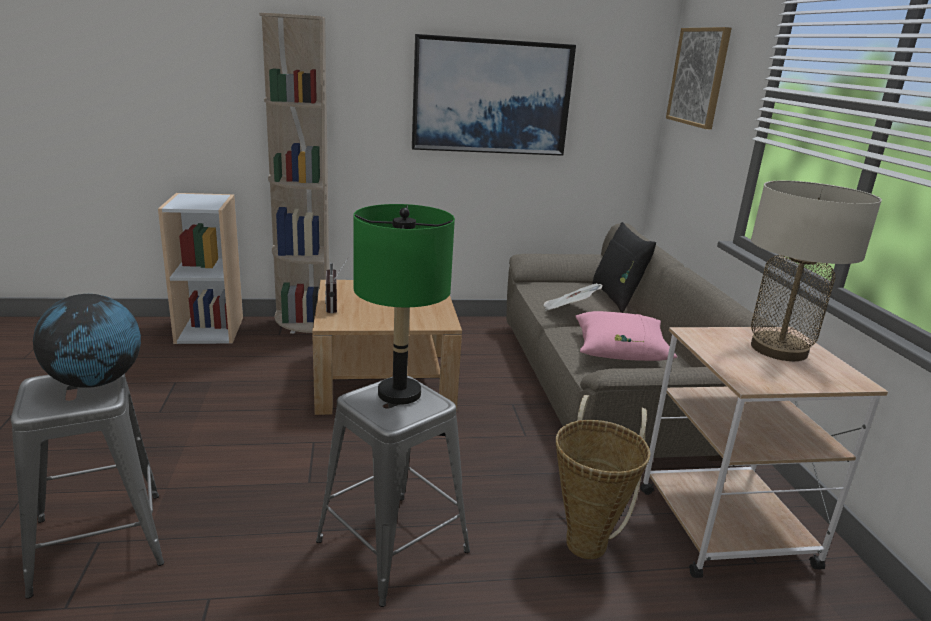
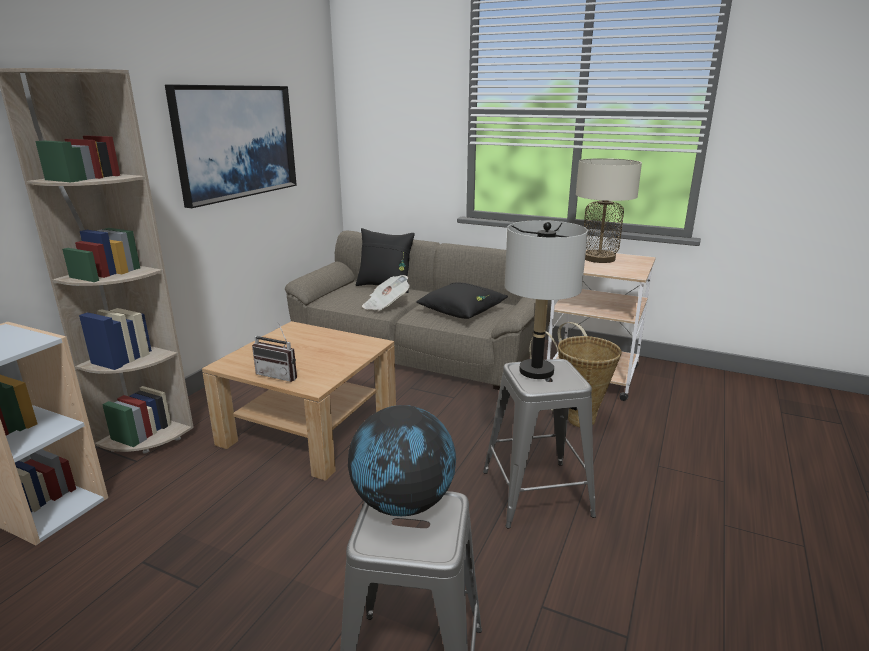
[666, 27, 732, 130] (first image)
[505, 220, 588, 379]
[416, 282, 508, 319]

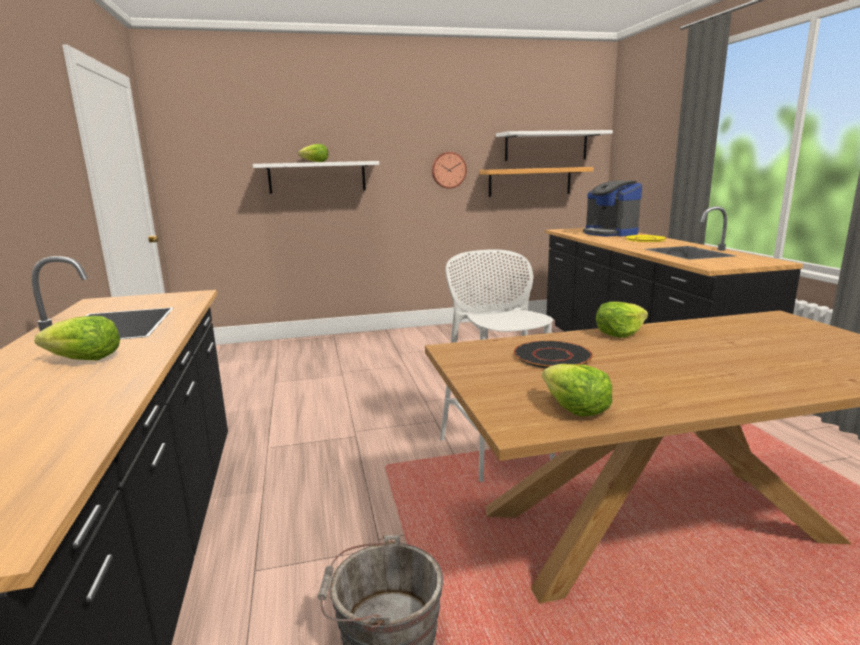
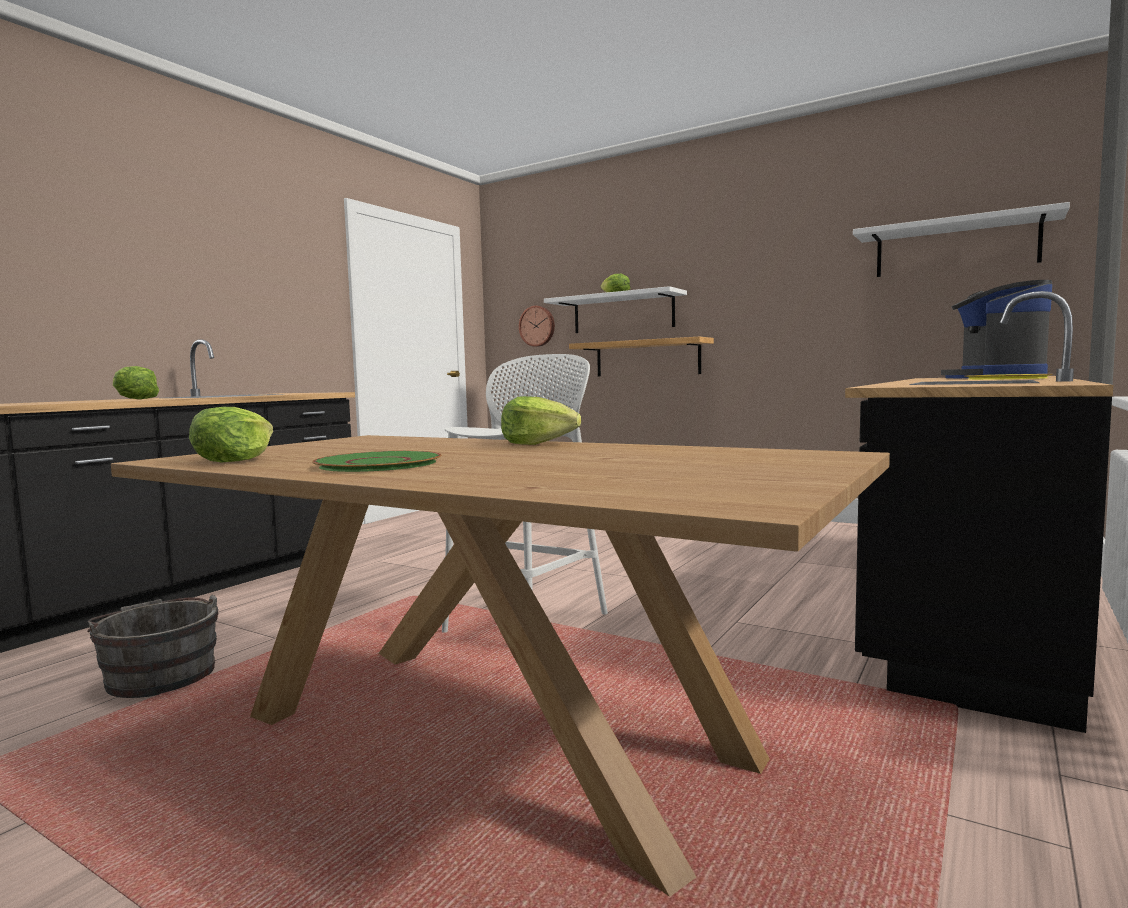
[514, 341, 593, 368] (first image)
[312, 451, 441, 472]
[519, 306, 555, 347]
[569, 337, 714, 377]

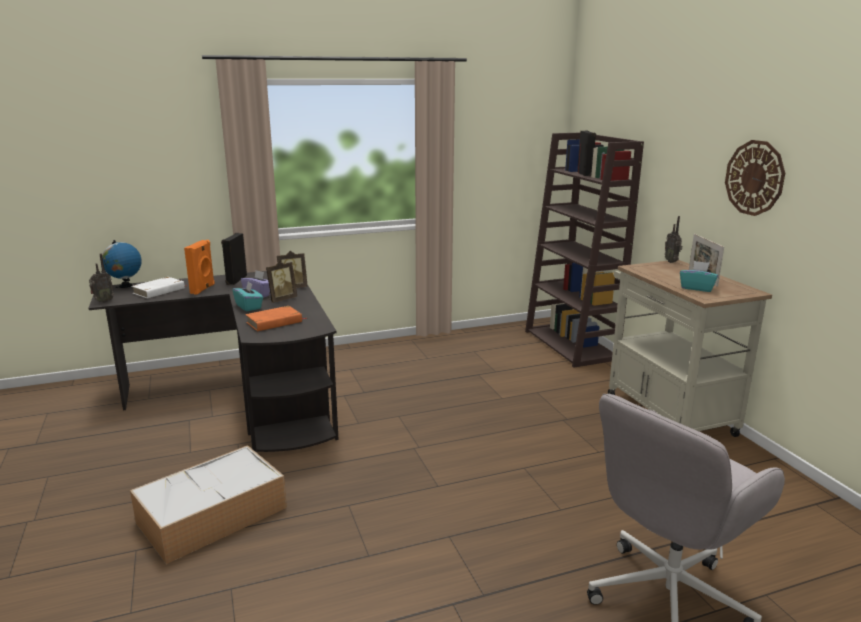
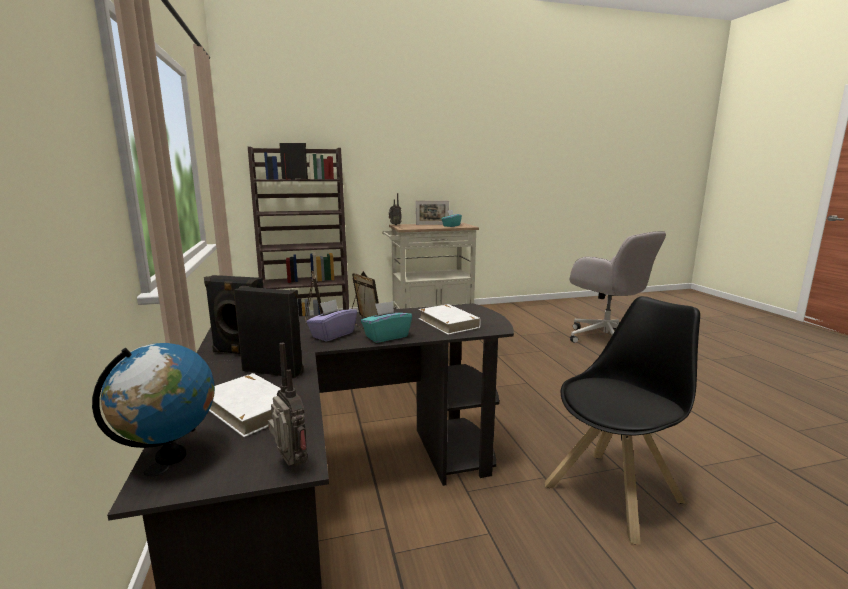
[725, 140, 785, 216] (first image)
[544, 296, 700, 545]
[234, 286, 304, 378]
[419, 304, 481, 335]

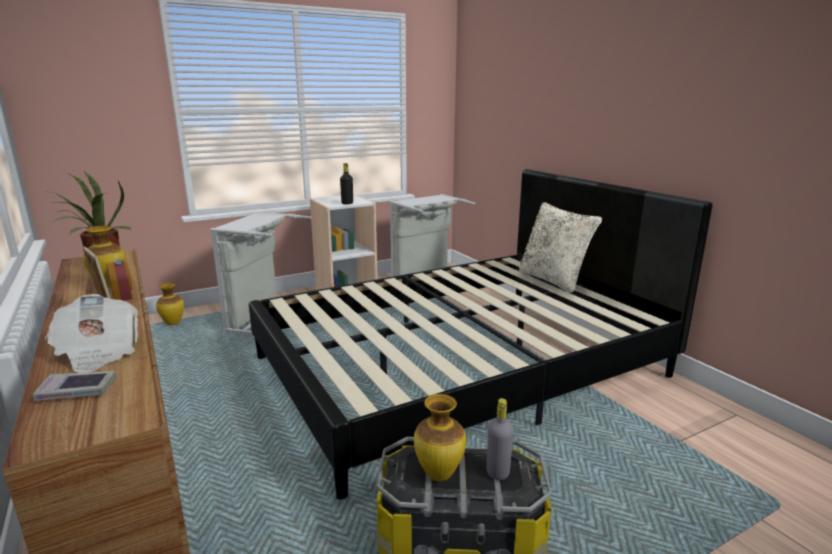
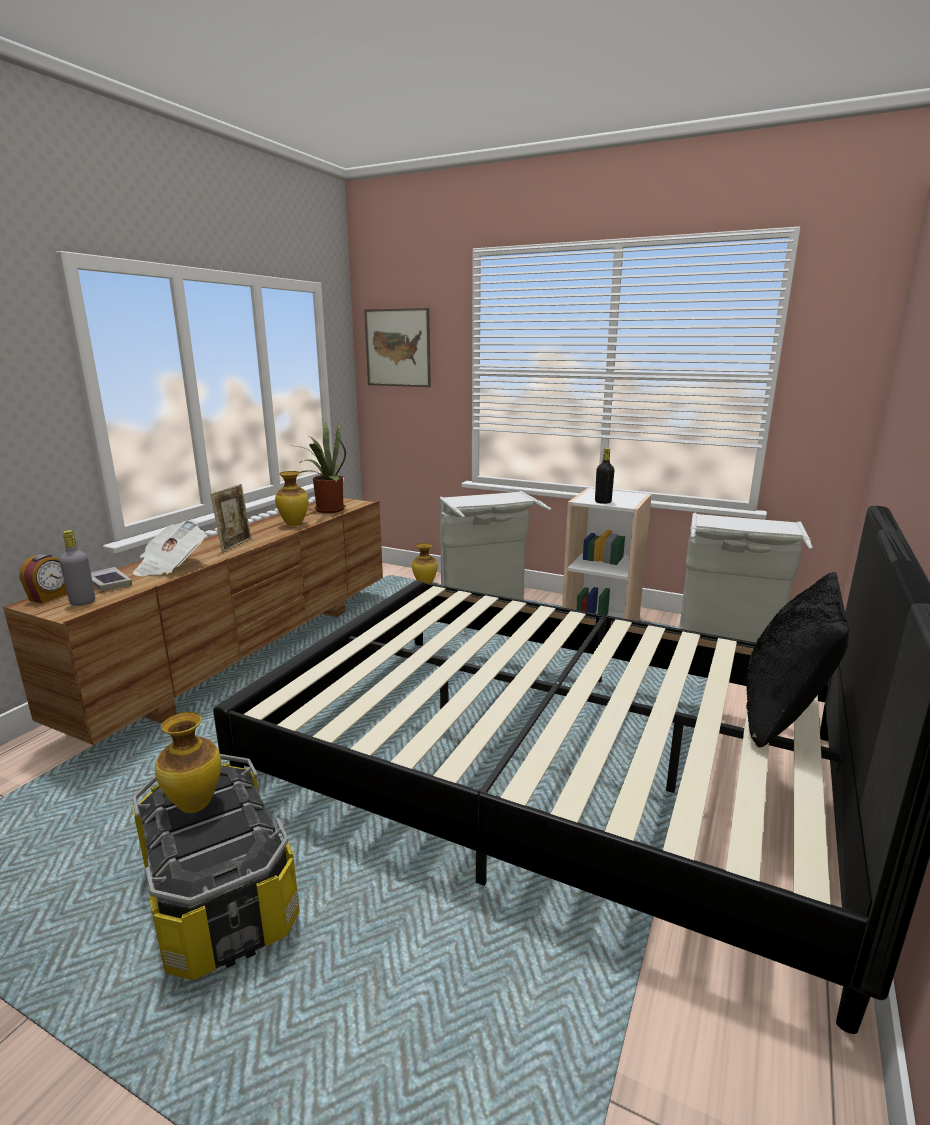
[364, 308, 431, 387]
[19, 554, 67, 603]
[60, 530, 95, 606]
[746, 572, 849, 748]

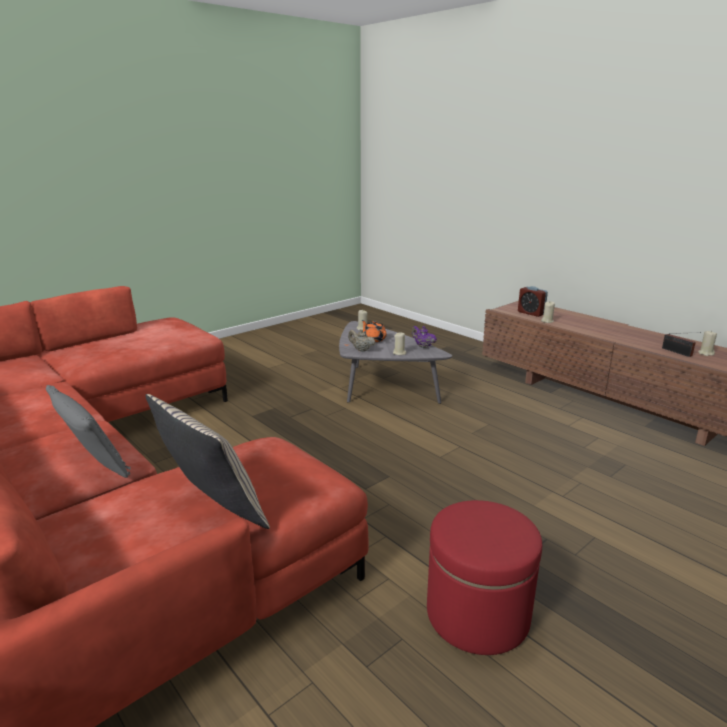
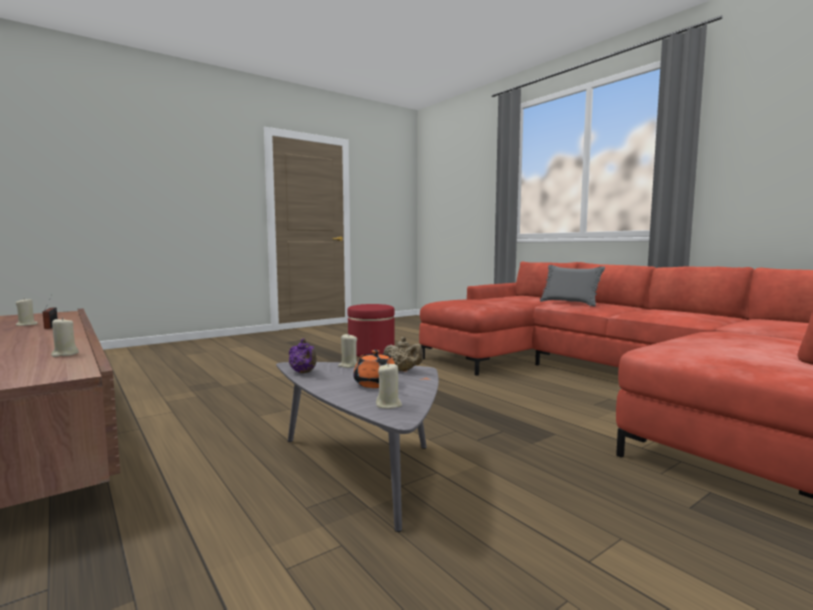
[145, 394, 270, 529] (first image)
[518, 286, 548, 317] (first image)

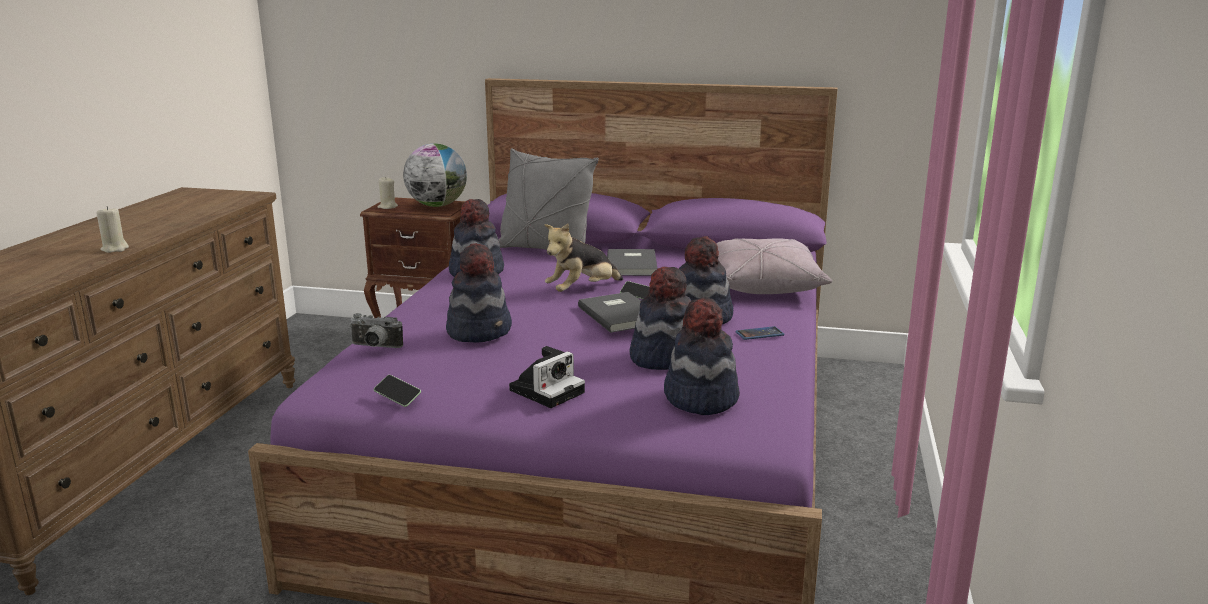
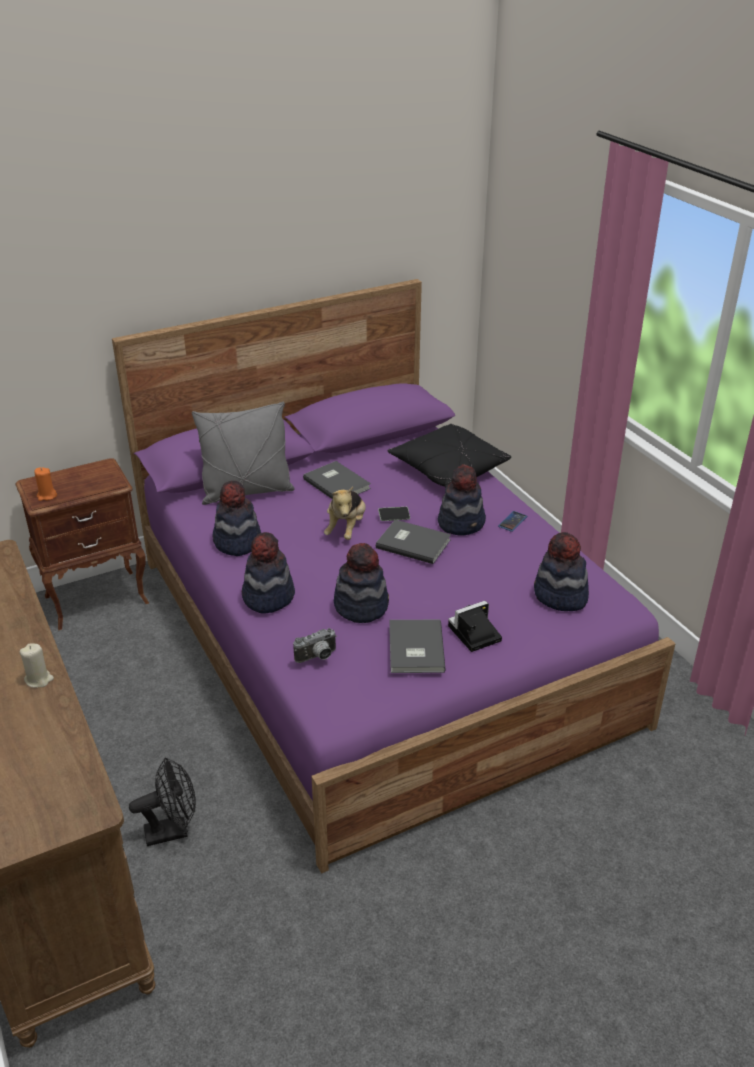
[374, 375, 421, 407] (first image)
[403, 144, 467, 207] (first image)
[129, 758, 196, 846]
[389, 620, 446, 673]
[242, 532, 295, 614]
[34, 467, 57, 501]
[388, 424, 511, 488]
[448, 601, 502, 652]

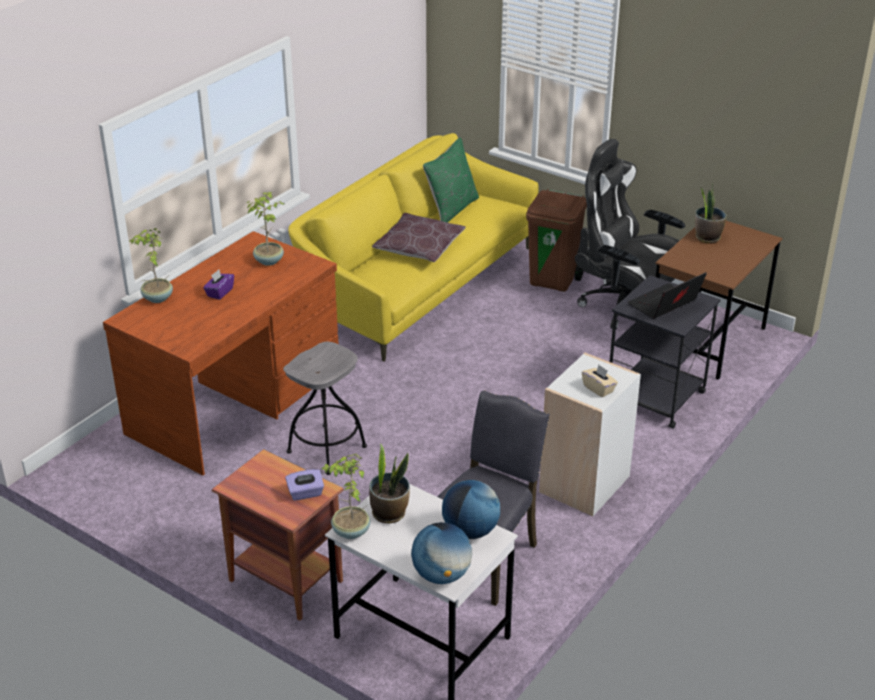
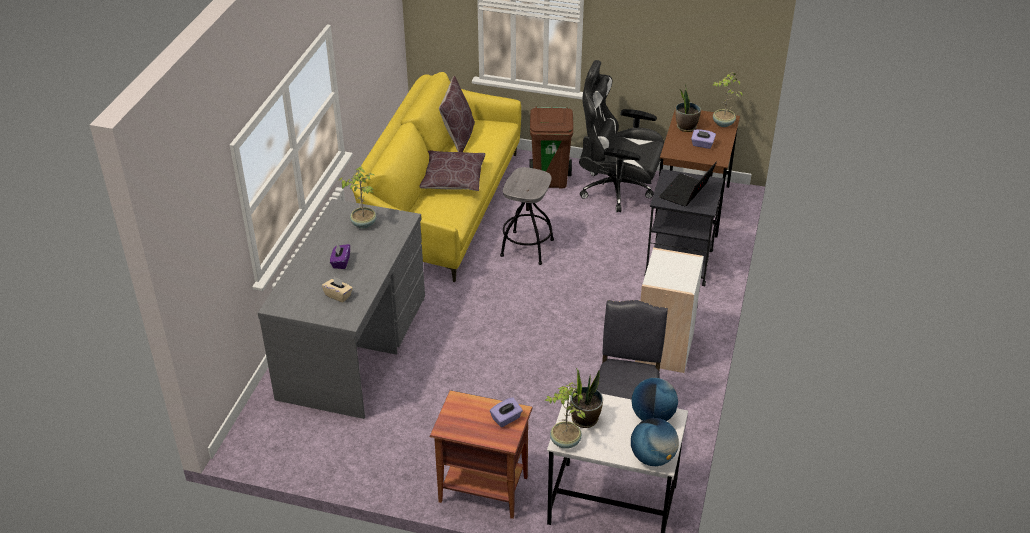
[691, 129, 716, 149]
[713, 72, 742, 127]
[500, 167, 554, 265]
[322, 277, 353, 303]
[258, 199, 425, 419]
[439, 76, 475, 152]

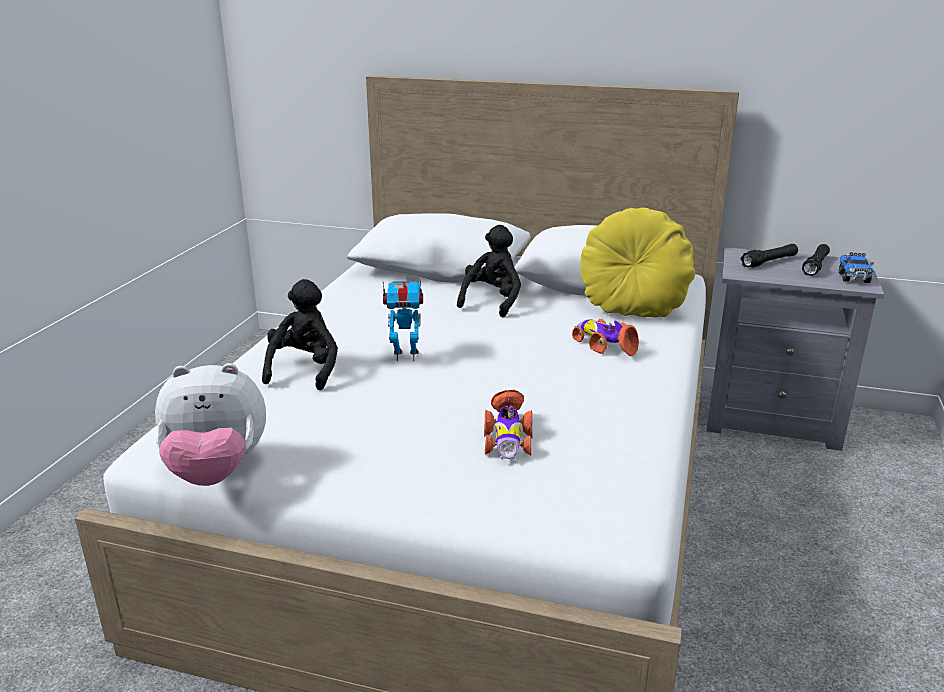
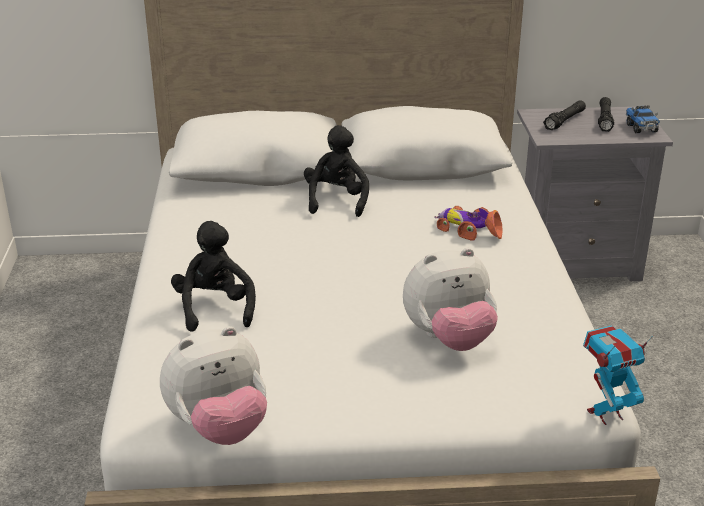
[581, 208, 695, 317] (first image)
[583, 325, 653, 425]
[403, 248, 498, 351]

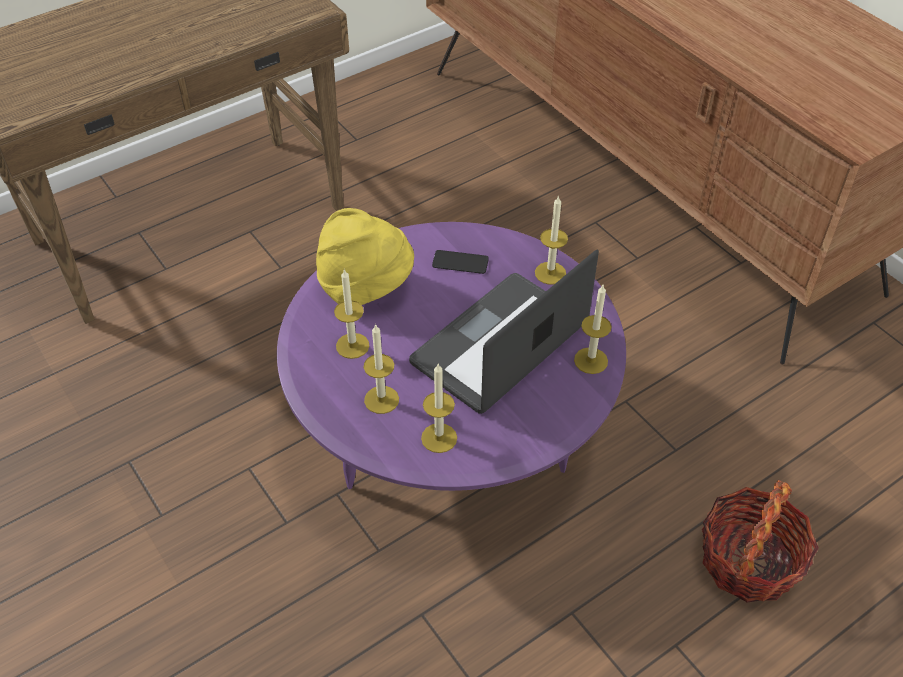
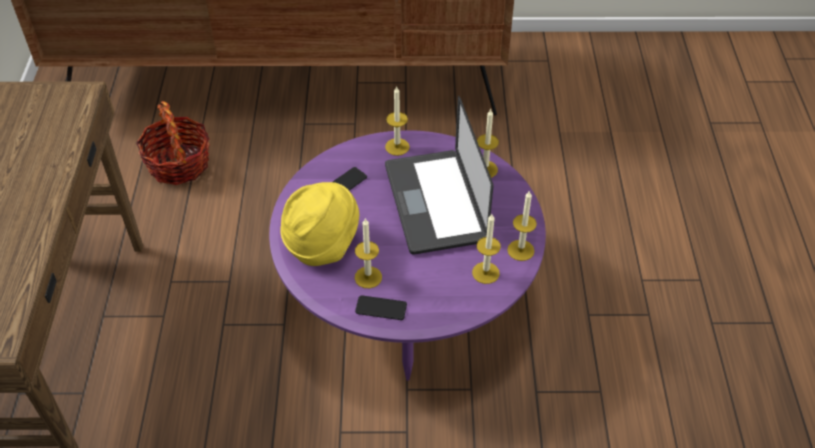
[355, 295, 407, 320]
[507, 190, 537, 261]
[136, 101, 210, 185]

